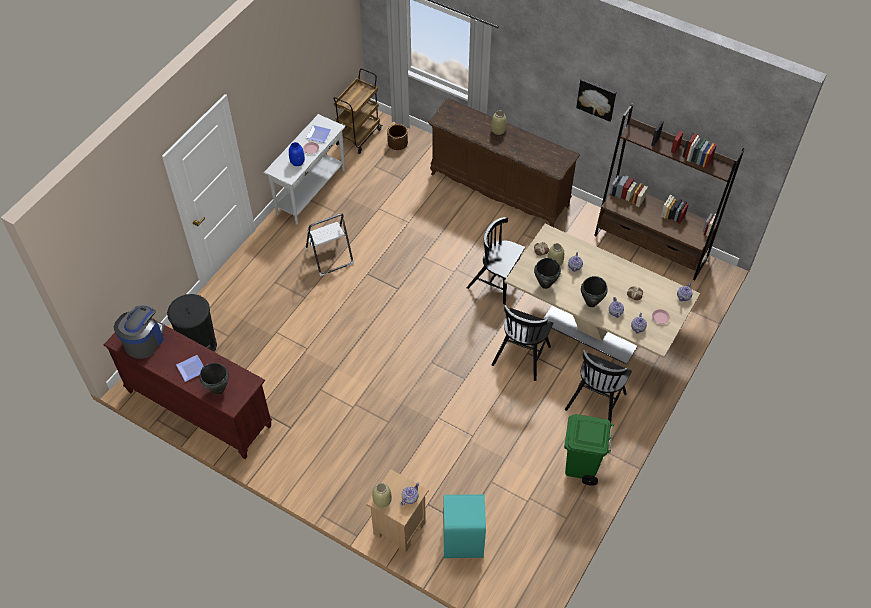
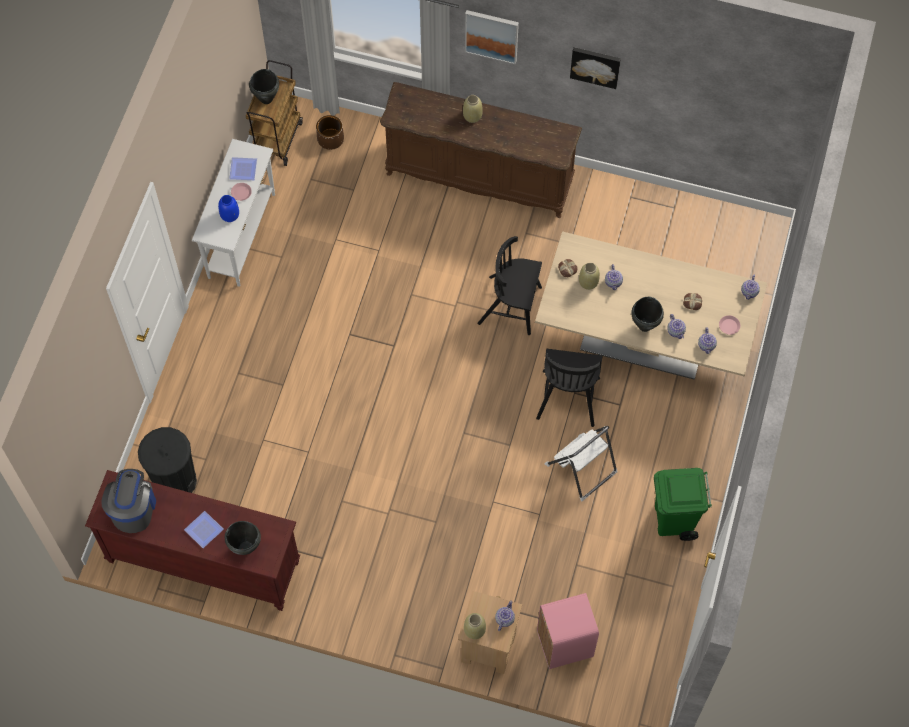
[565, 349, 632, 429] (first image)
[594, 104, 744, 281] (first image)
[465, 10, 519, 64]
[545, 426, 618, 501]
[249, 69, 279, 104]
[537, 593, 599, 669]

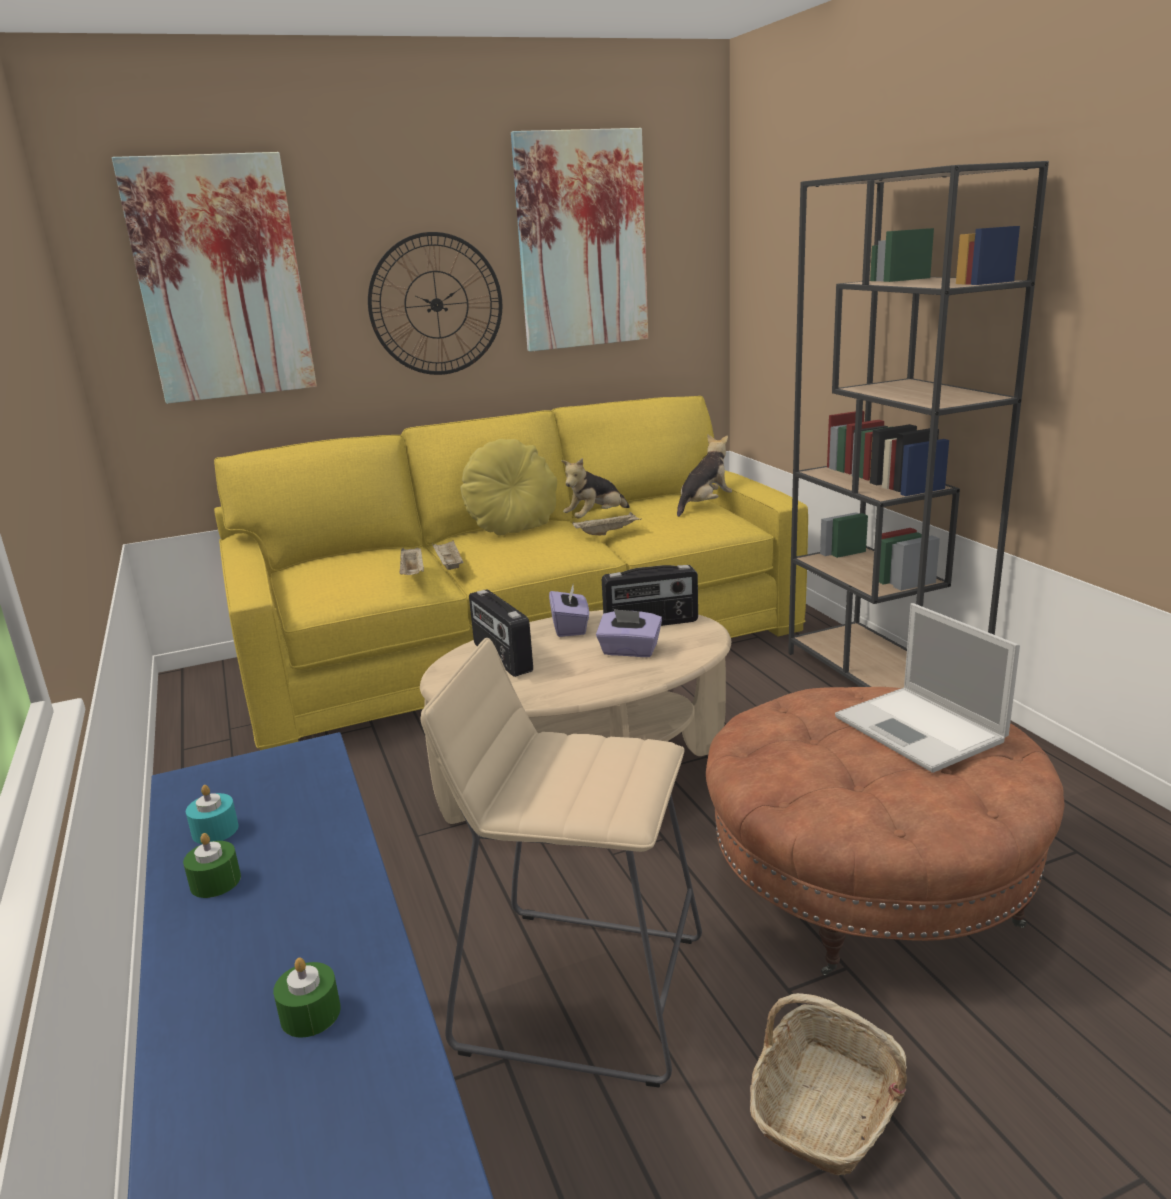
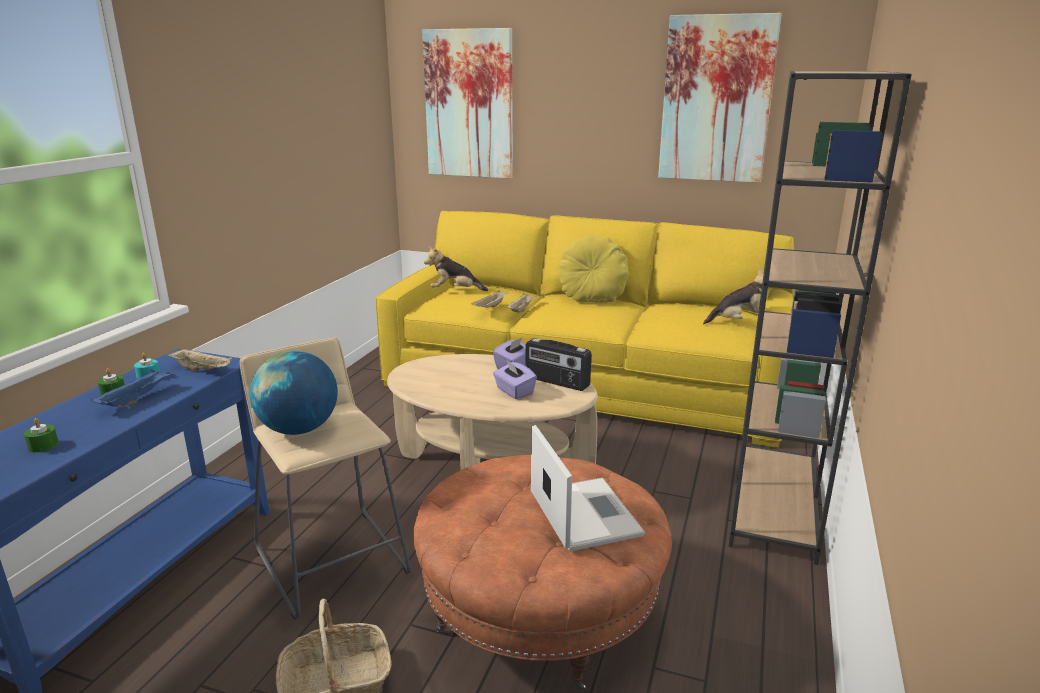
[368, 232, 502, 375] (first image)
[469, 589, 533, 677] (first image)
[91, 369, 173, 407]
[250, 351, 338, 435]
[424, 246, 488, 291]
[167, 348, 233, 371]
[531, 425, 645, 551]

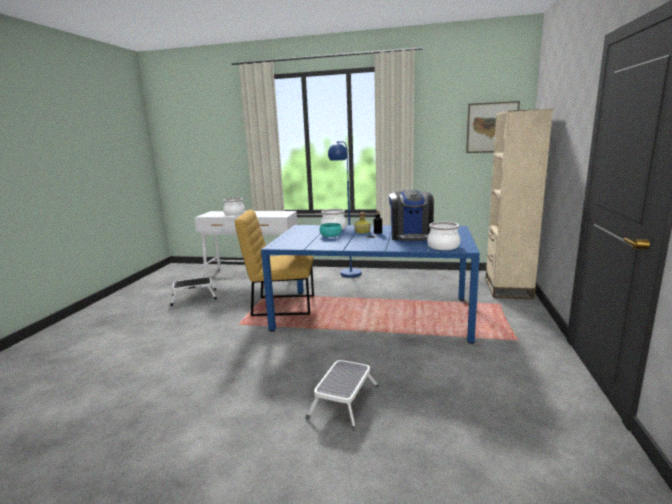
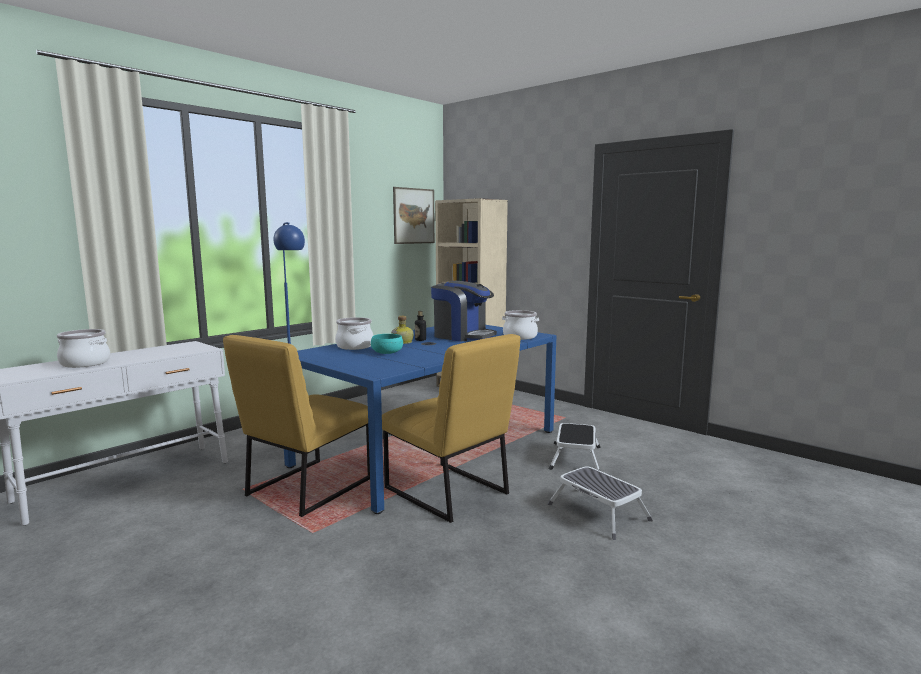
[382, 334, 520, 523]
[549, 423, 600, 471]

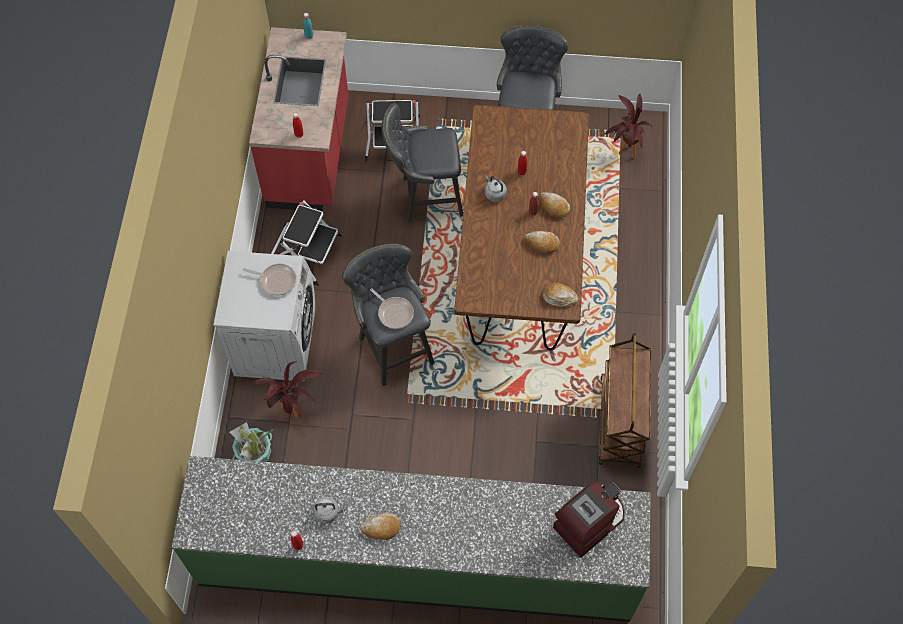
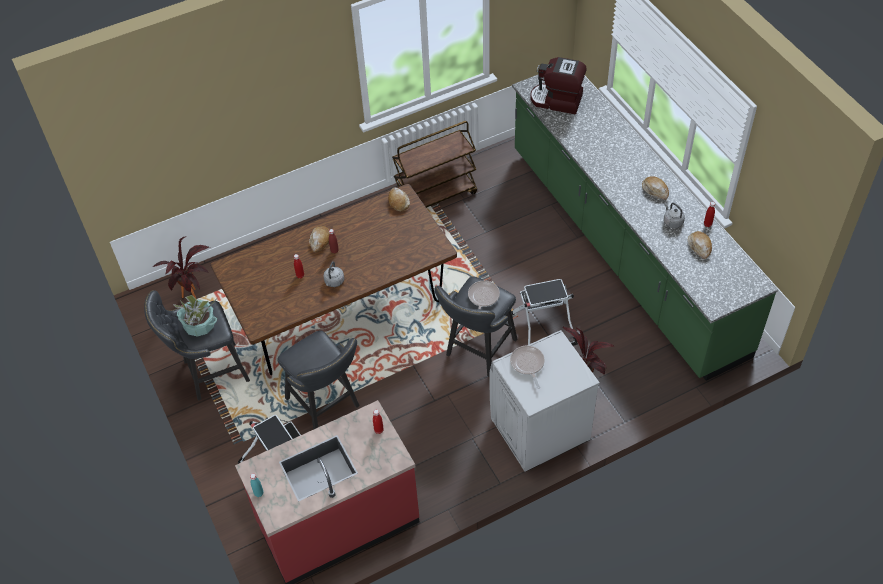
[173, 295, 217, 337]
[511, 279, 578, 346]
[688, 231, 712, 259]

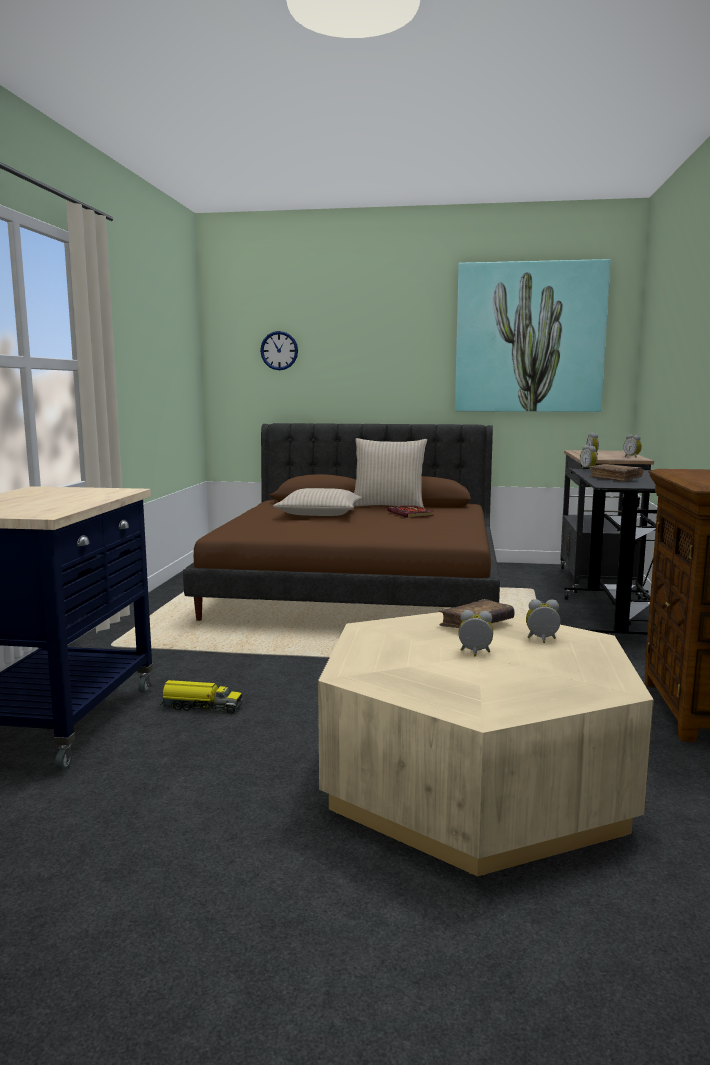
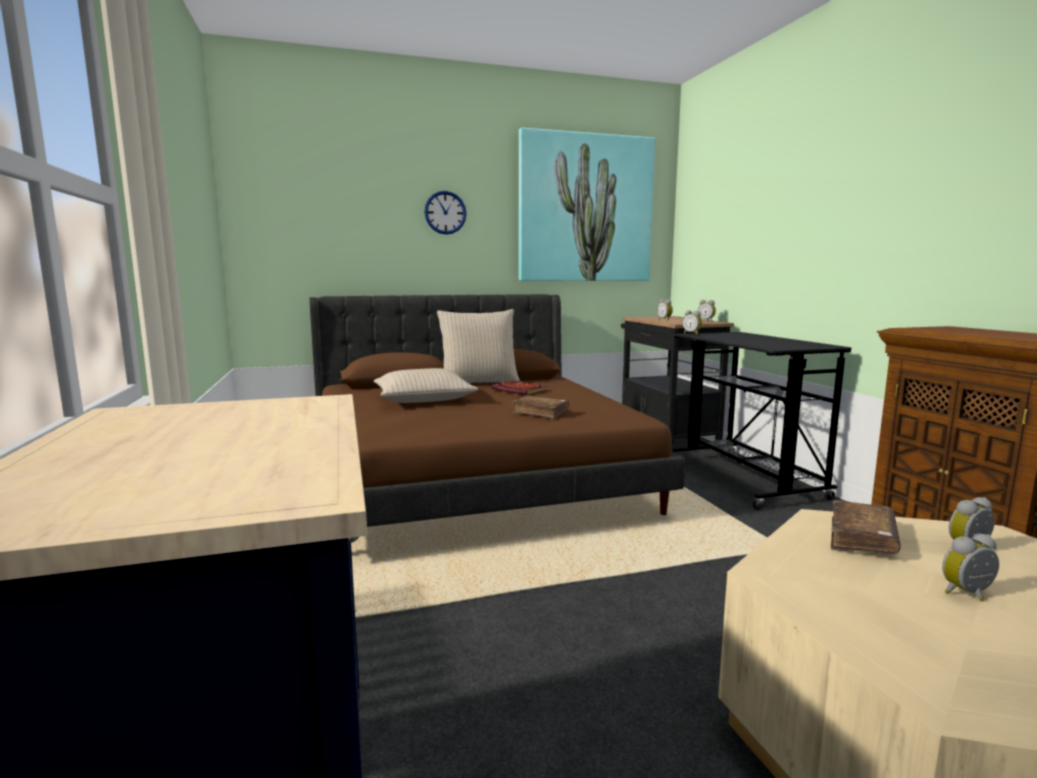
[160, 680, 243, 714] (first image)
[424, 191, 466, 234]
[512, 395, 569, 419]

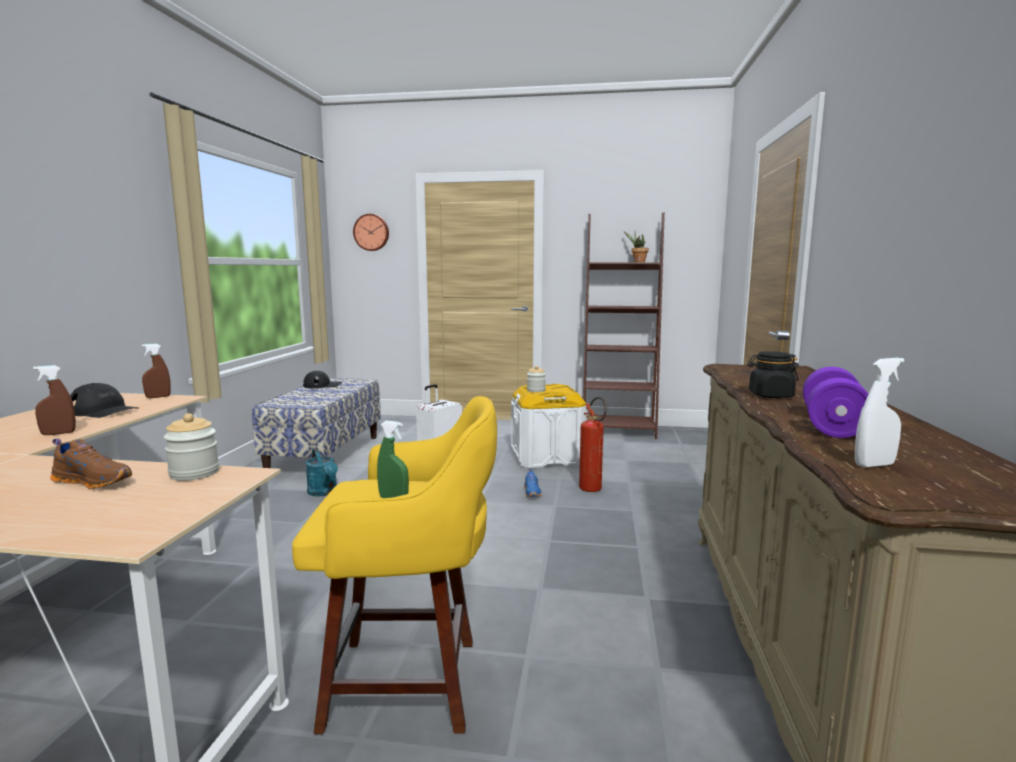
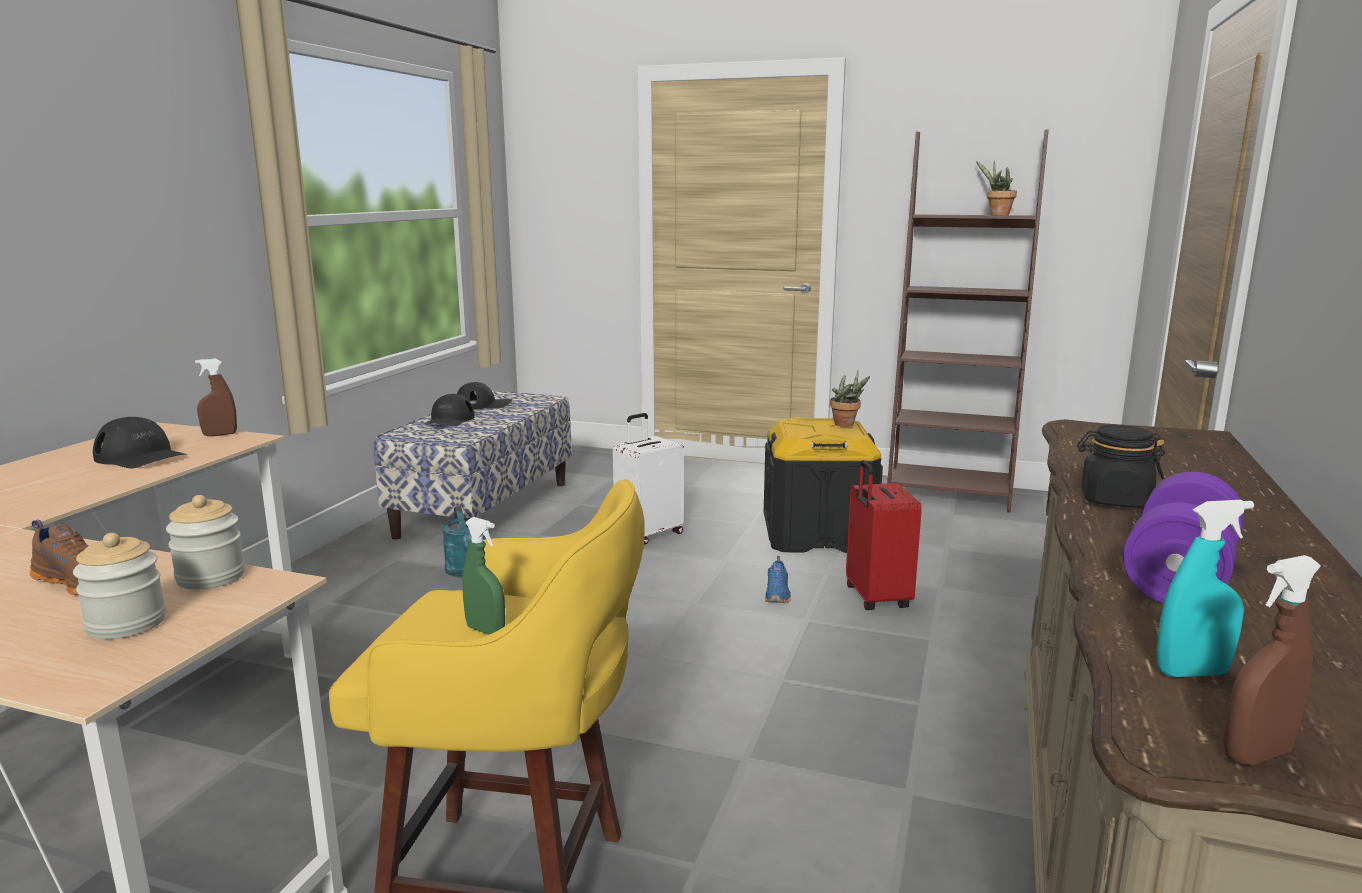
[353, 214, 389, 251] (first image)
[424, 394, 475, 426]
[830, 370, 870, 427]
[1223, 555, 1321, 765]
[73, 533, 166, 639]
[846, 460, 922, 610]
[764, 417, 883, 553]
[1157, 500, 1254, 677]

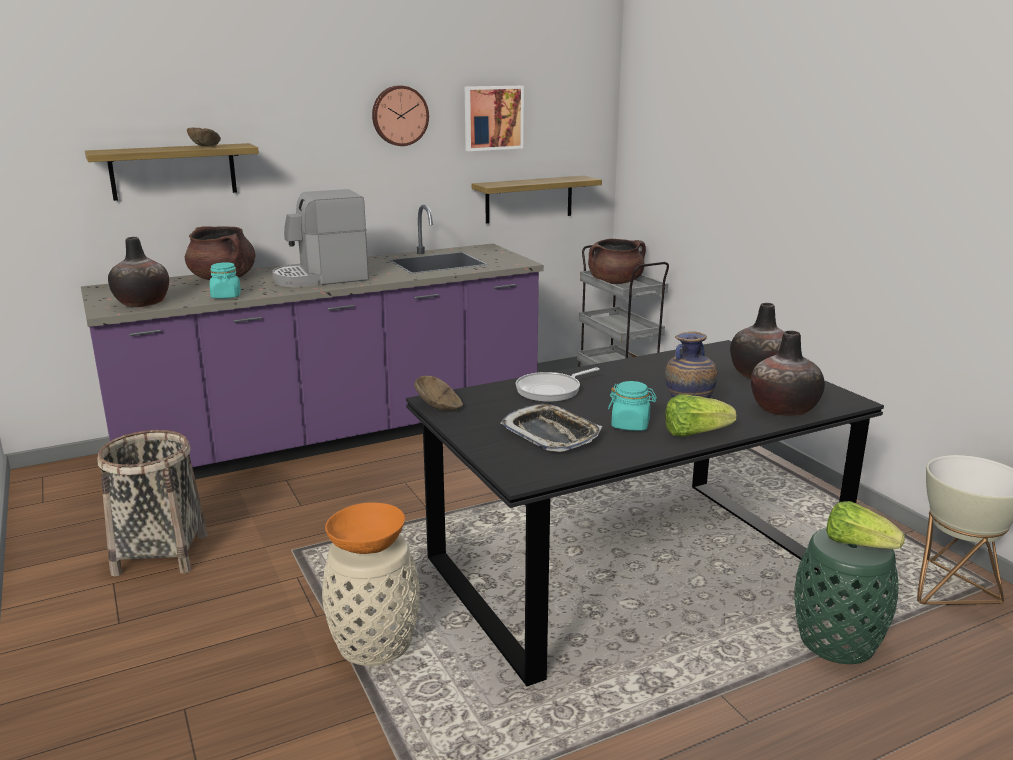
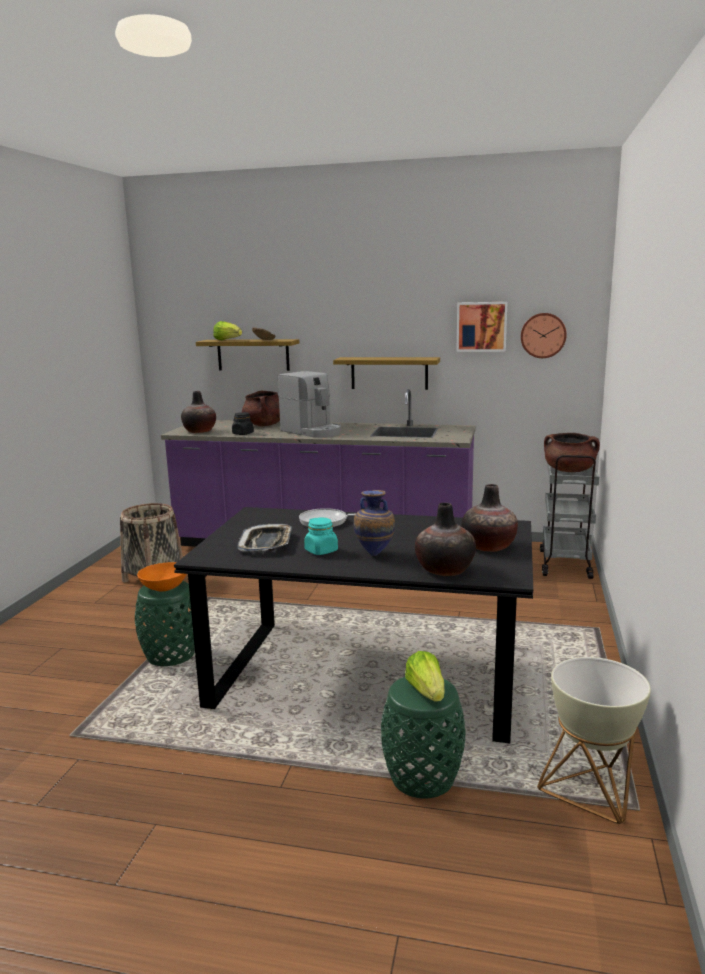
[414, 376, 463, 411] (first image)
[521, 313, 567, 358]
[333, 357, 440, 390]
[213, 321, 242, 340]
[232, 412, 254, 435]
[135, 581, 195, 666]
[278, 371, 341, 437]

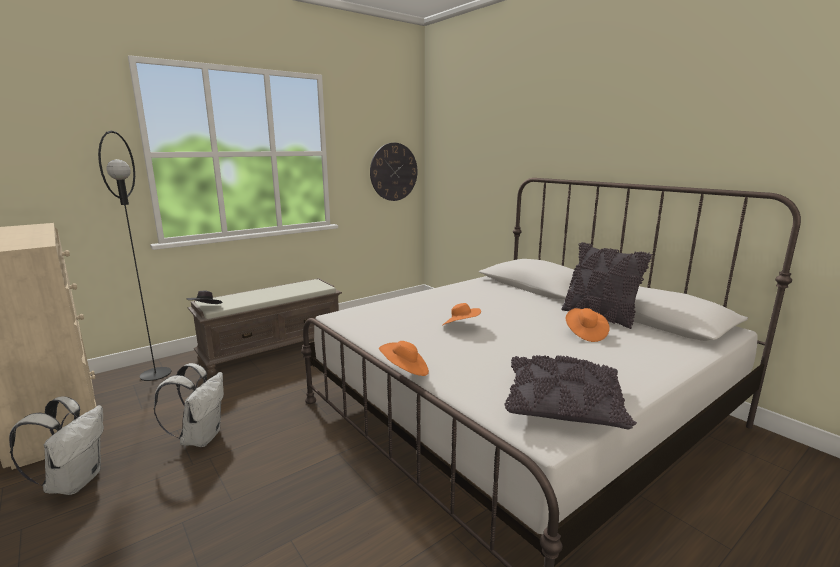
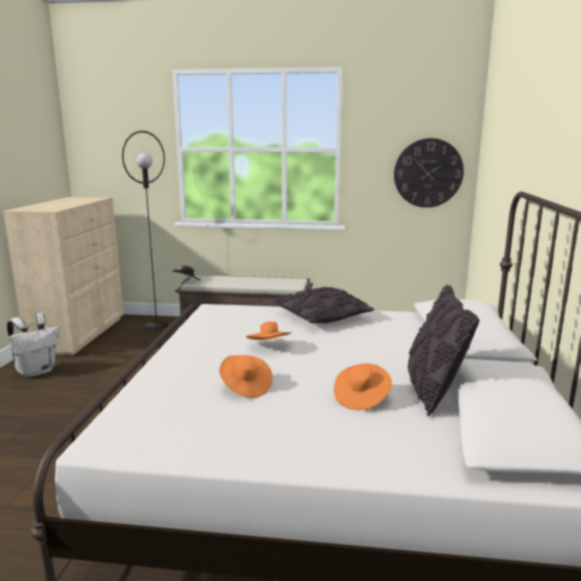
[154, 363, 224, 447] (first image)
[219, 355, 273, 398]
[274, 287, 374, 323]

